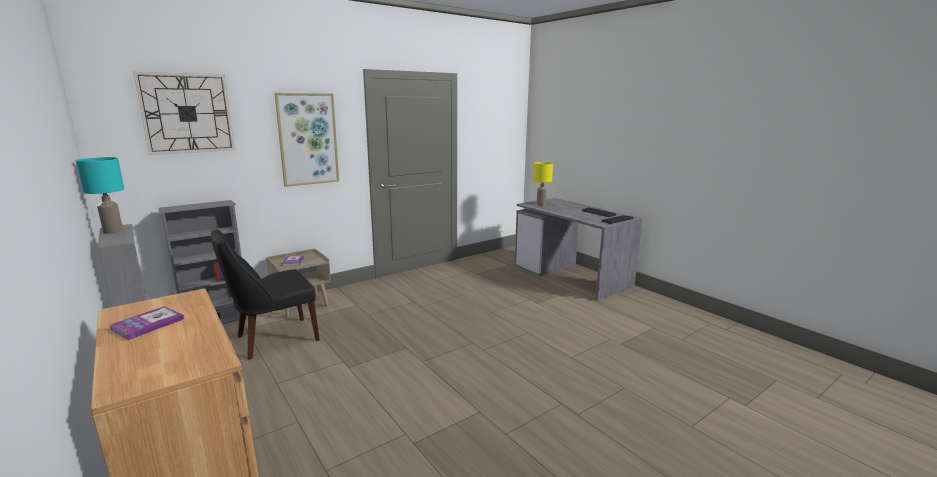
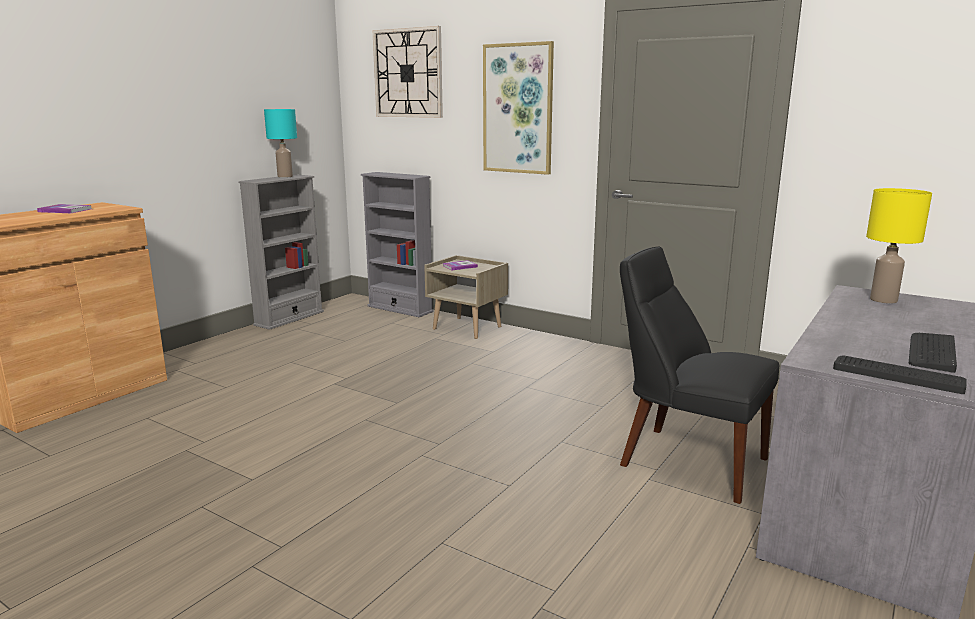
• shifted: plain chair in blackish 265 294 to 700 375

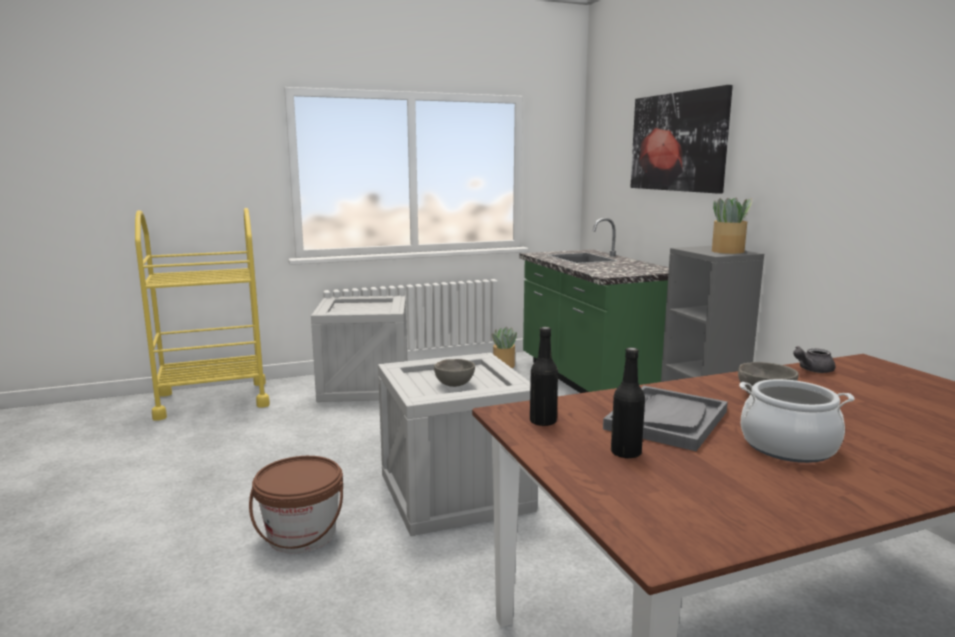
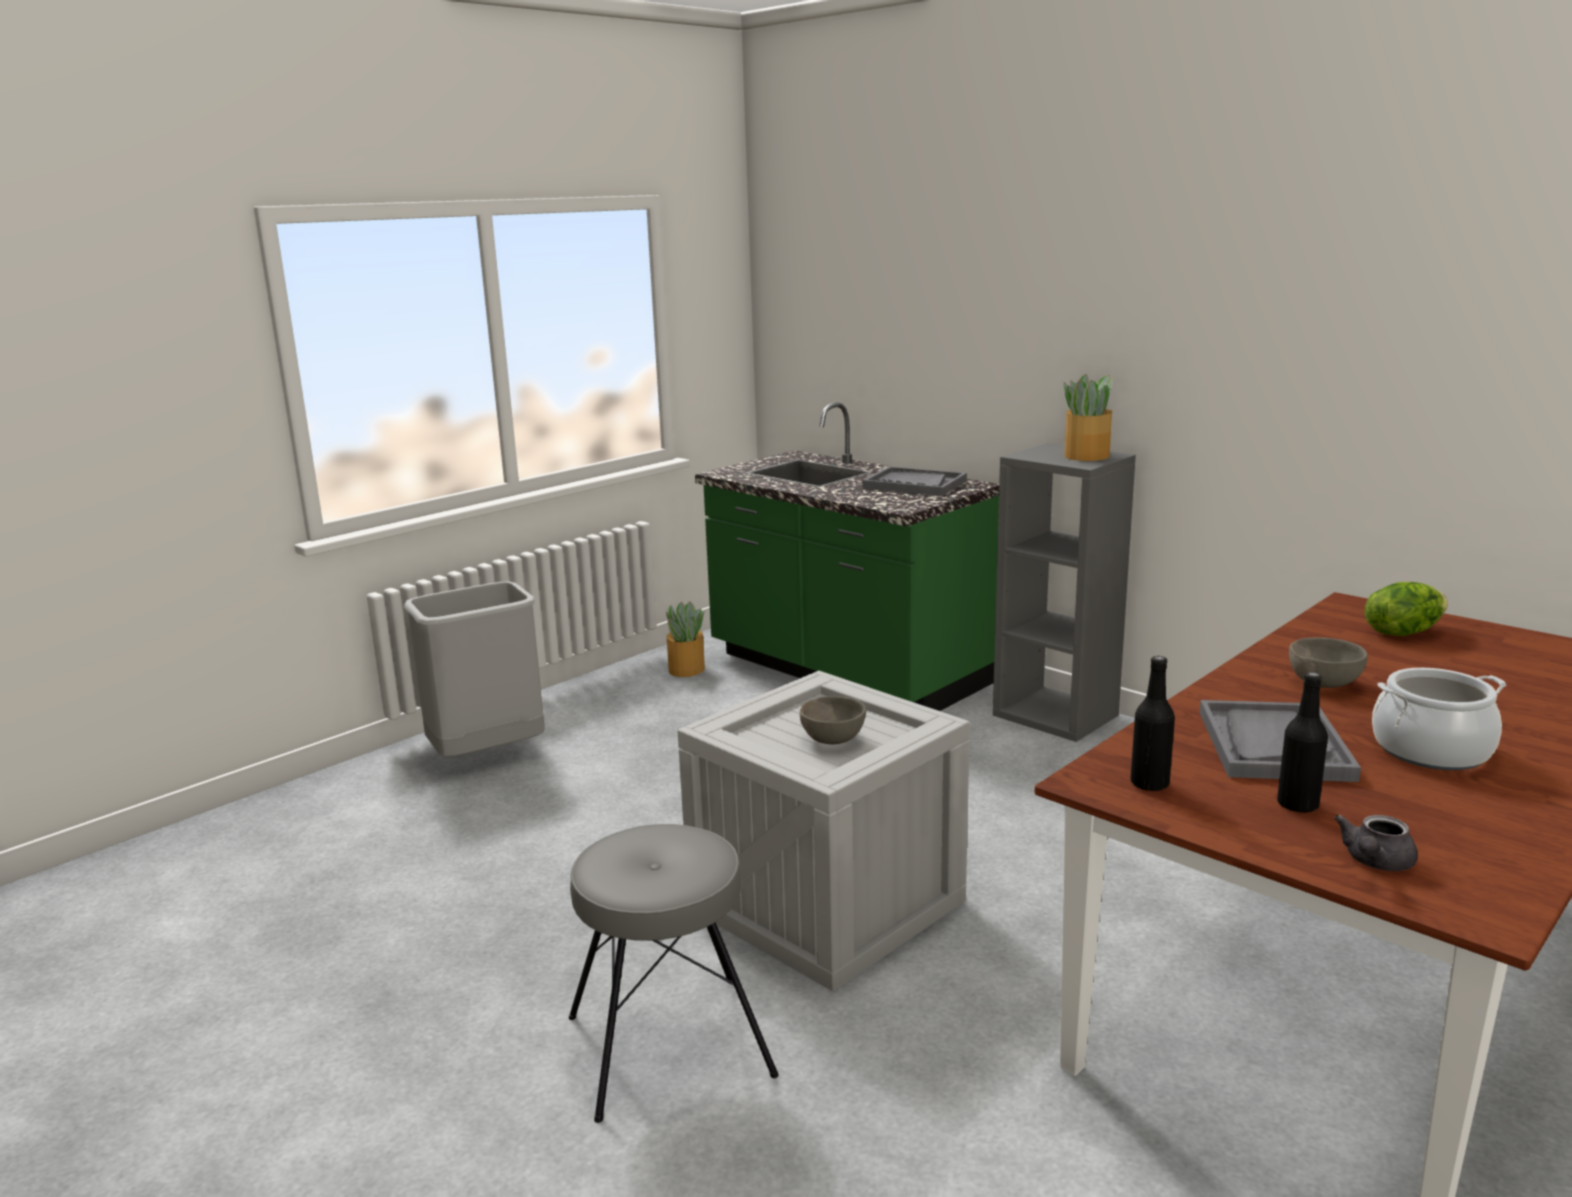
• gone: cart in yellow-coloured 202 314
• swapped: pail in brown 296 504 to stool seat in greyish 674 973
• swapped: shipping crate 359 349 to rubbish bin in greyish 474 669
• gone: wall picture 681 139
• shifted: tea pot in greyish 814 359 to 1376 842
• new: serving tray in greyish 914 481
• new: lettuce 1406 609

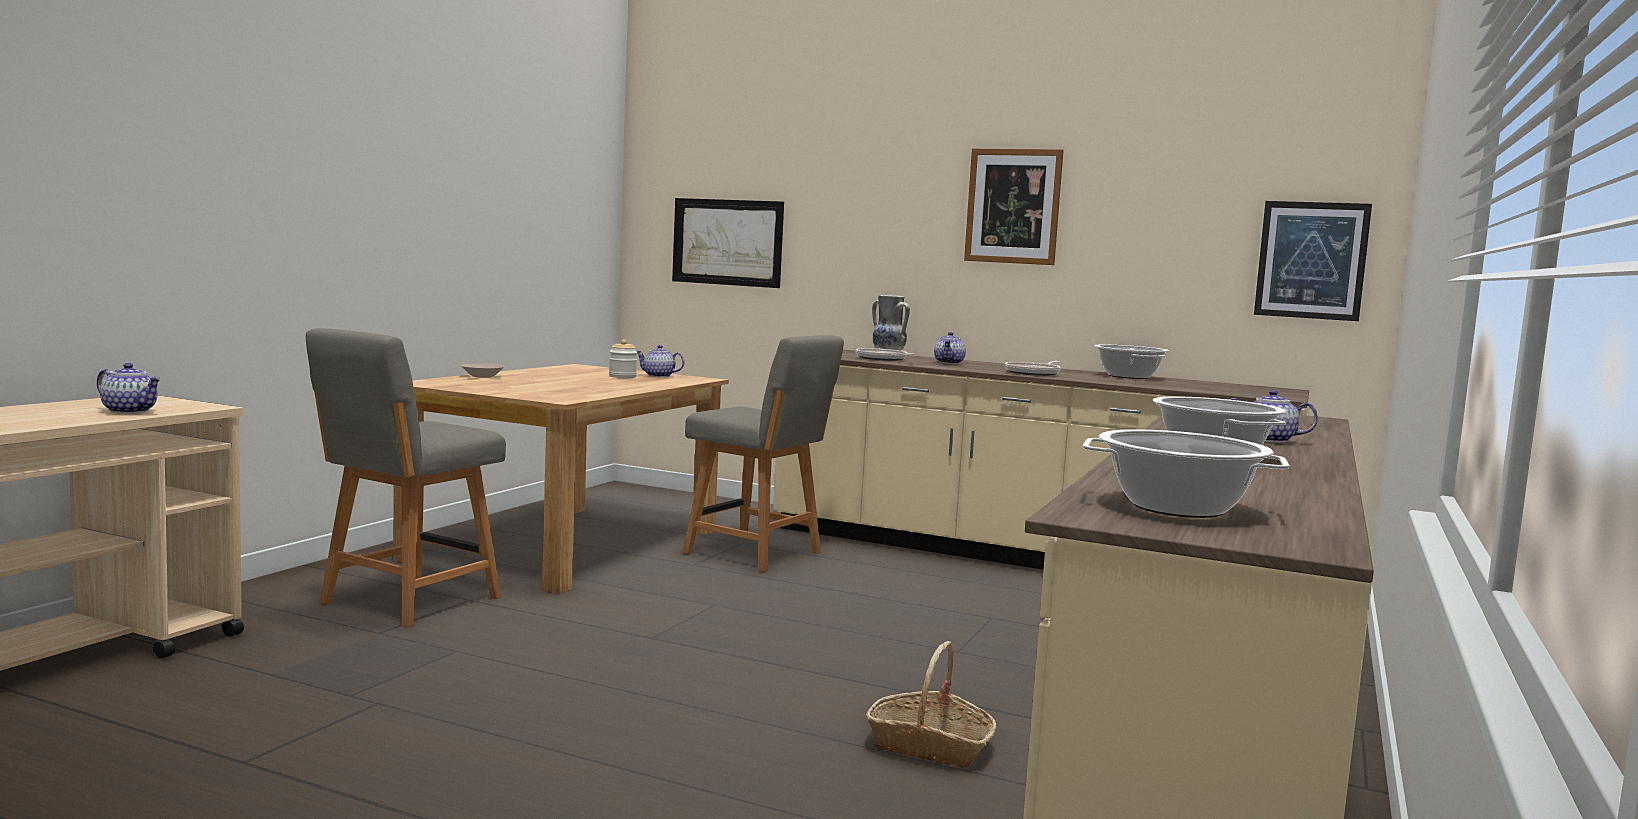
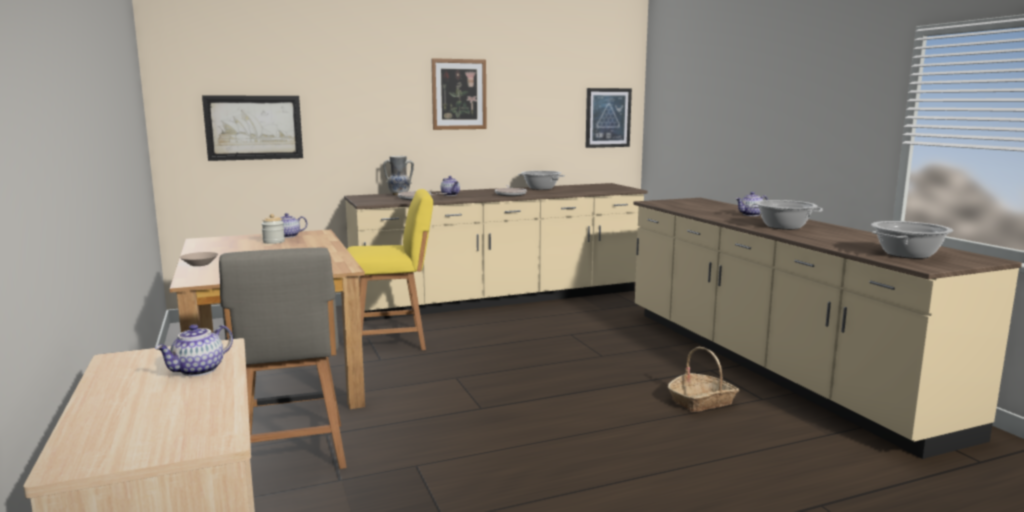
• rotated: tea pot 129 388 = 194 350 150 degrees clockwise
• repainted: plain chair in greyish 763 453 to plain chair in yellow-coloured 390 269

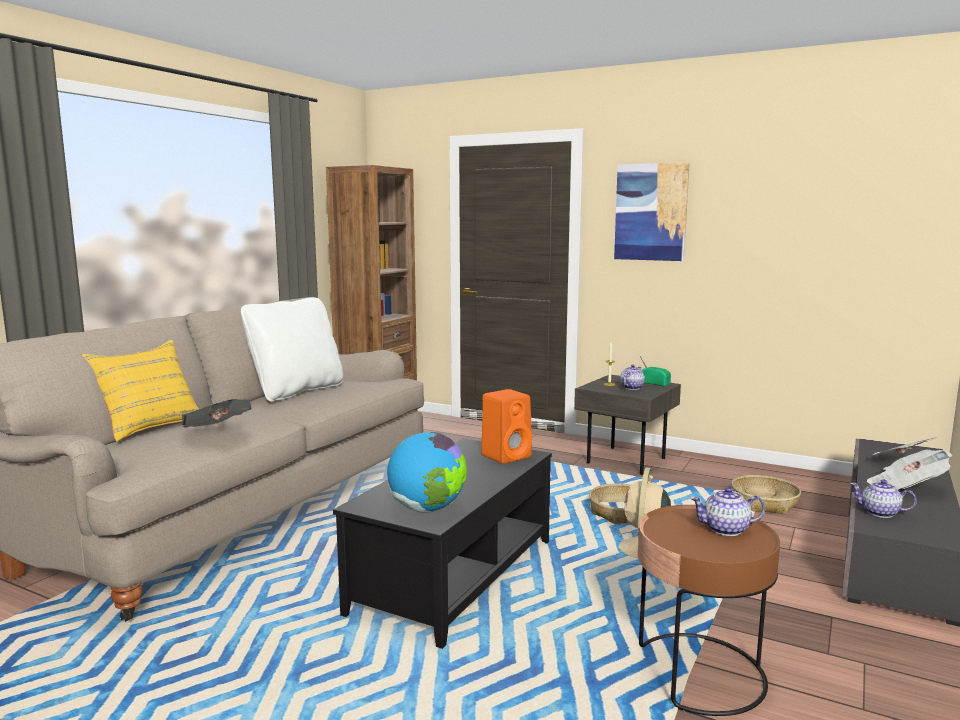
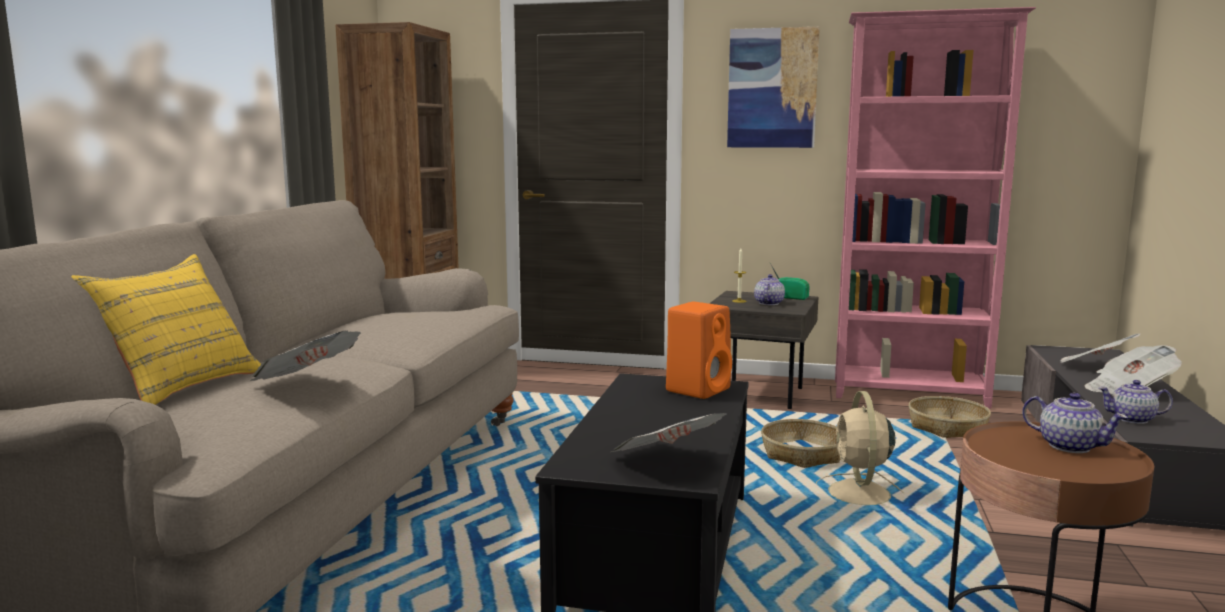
• gone: cushion in white 292 349
• swapped: world globe 427 472 to newspaper 669 432
• rotated: tea pot 727 511 = 1075 423 120 degrees counterclockwise
• new: shelving unit in pink 935 207

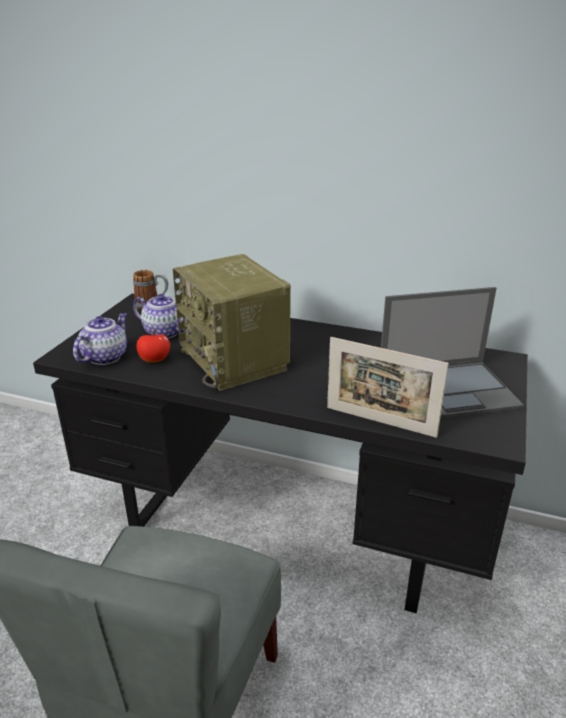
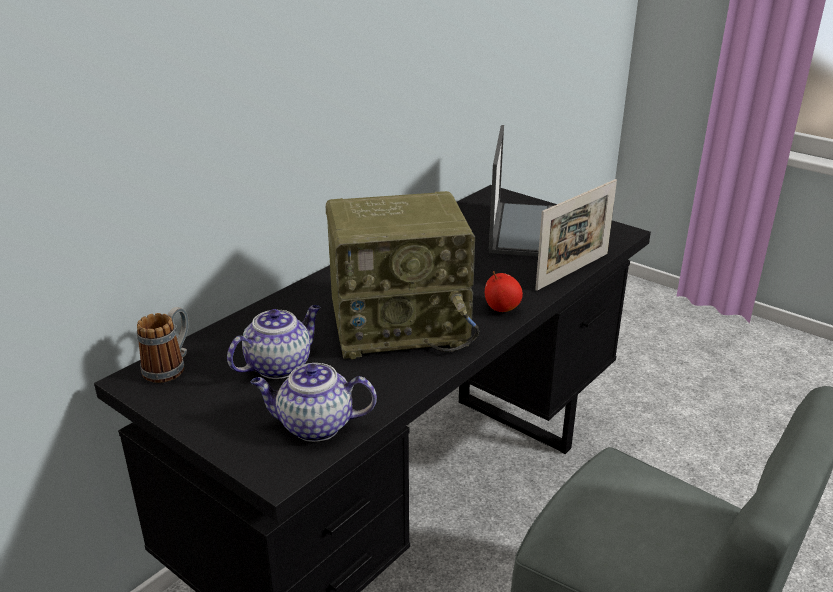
• rotated: tea pot 100 339 = 314 402 45 degrees counterclockwise
• shifted: whole apple 153 345 to 504 291

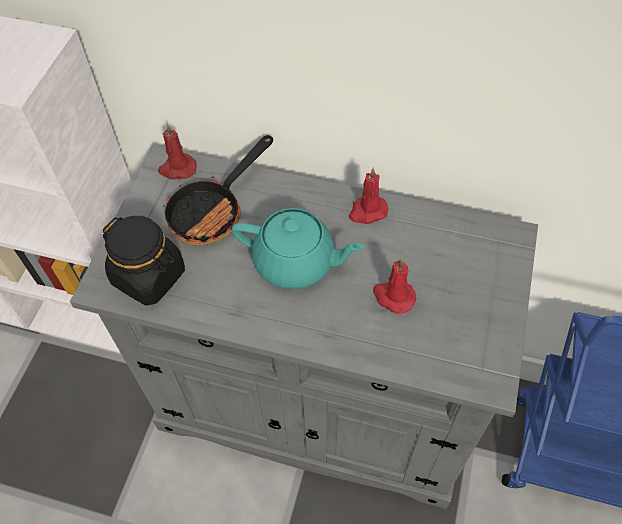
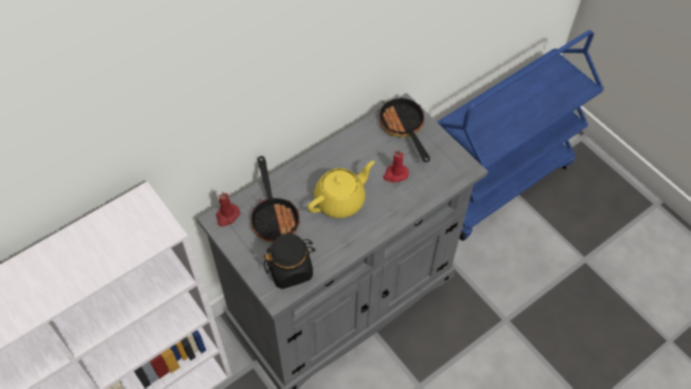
• repainted: tea pot in turquoise 298 248 to tea pot in yellow-coloured 341 189
• gone: wax light in red-coloured 368 196
• new: frying pan 404 130

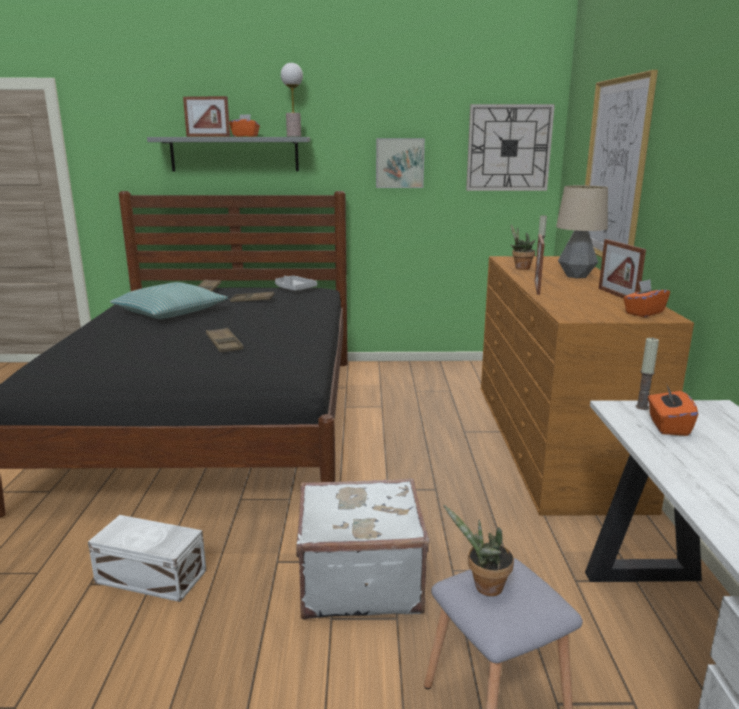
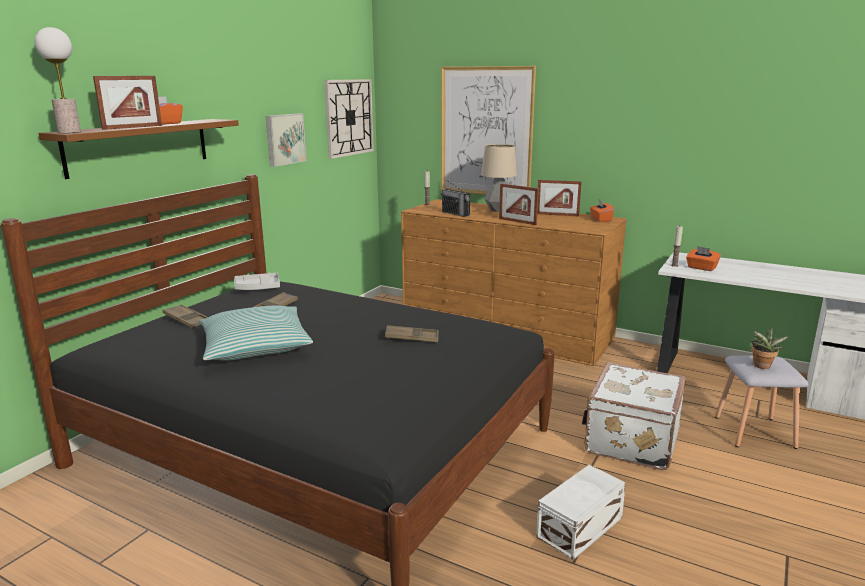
• repainted: bracket shelf in greyish 228 154 to bracket shelf in brown 139 149
• shifted: tabletop lamp 292 100 to 57 80
• swapped: houseplant 522 247 to radio set 455 198

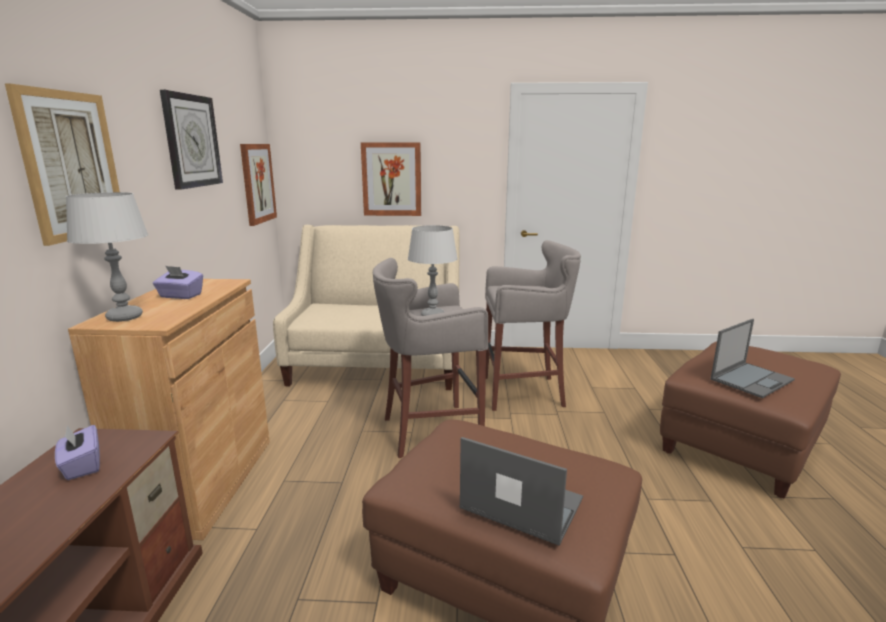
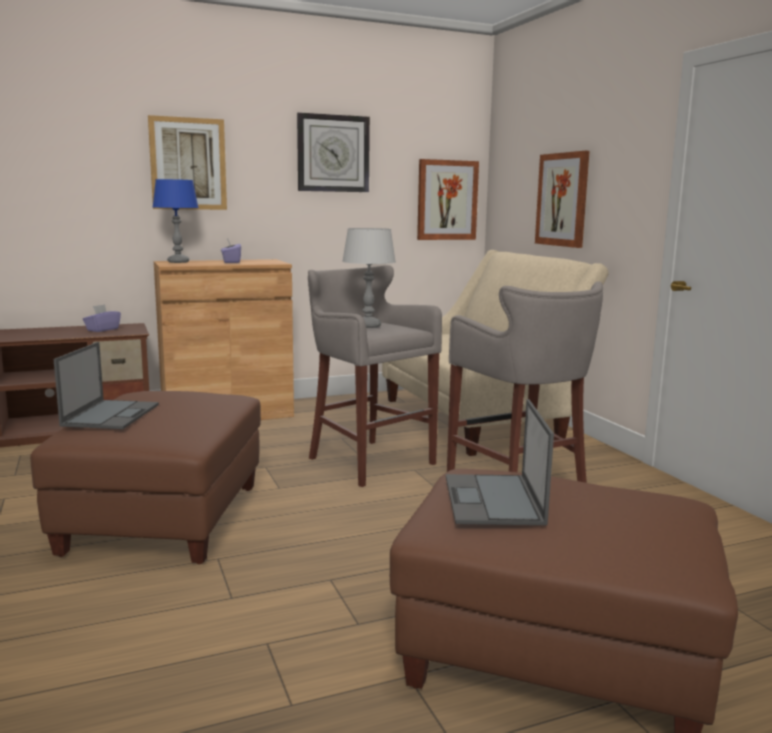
• repainted: tabletop lamp in greyish 107 257 to tabletop lamp in blue 176 221
• rotated: notebook computer 753 358 = 500 462 60 degrees clockwise

